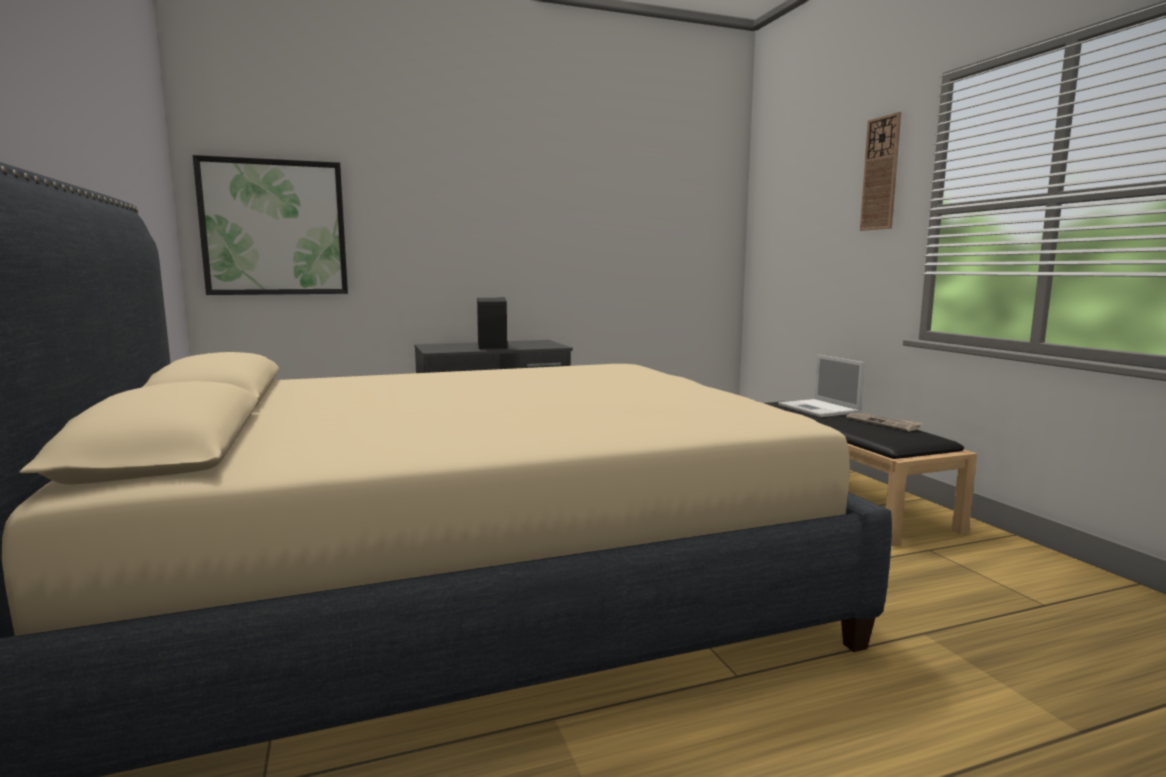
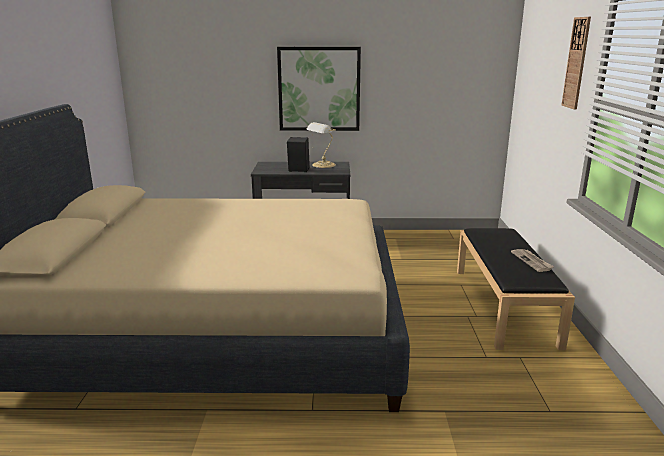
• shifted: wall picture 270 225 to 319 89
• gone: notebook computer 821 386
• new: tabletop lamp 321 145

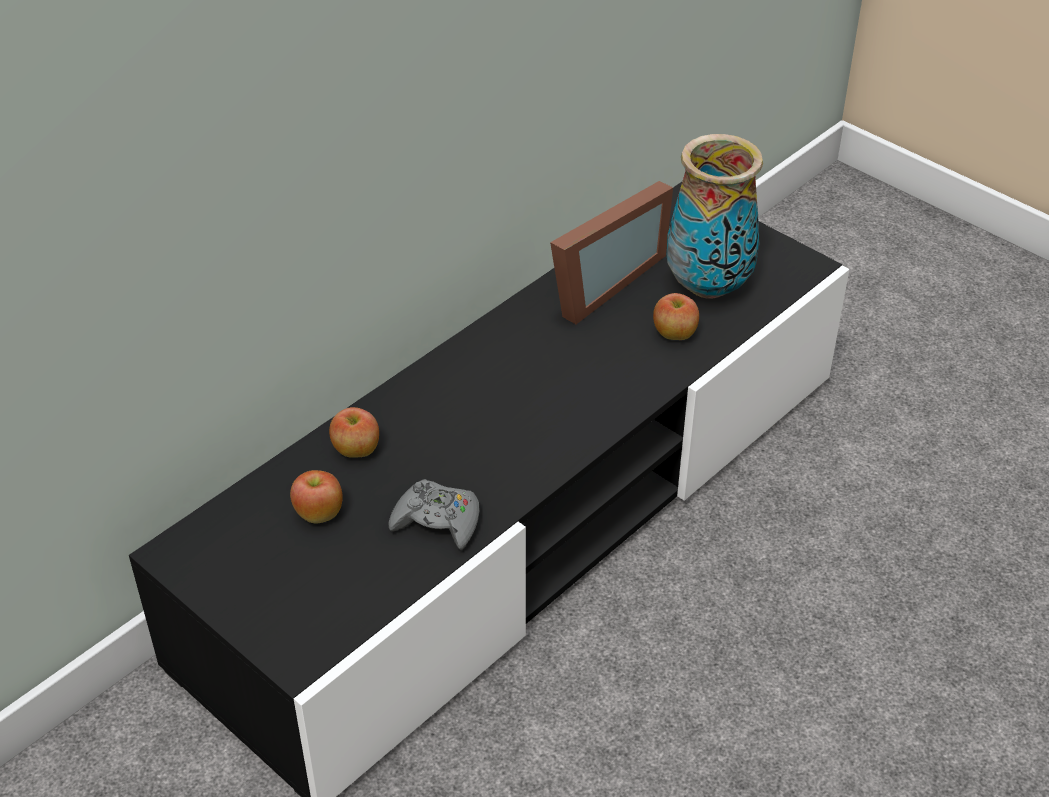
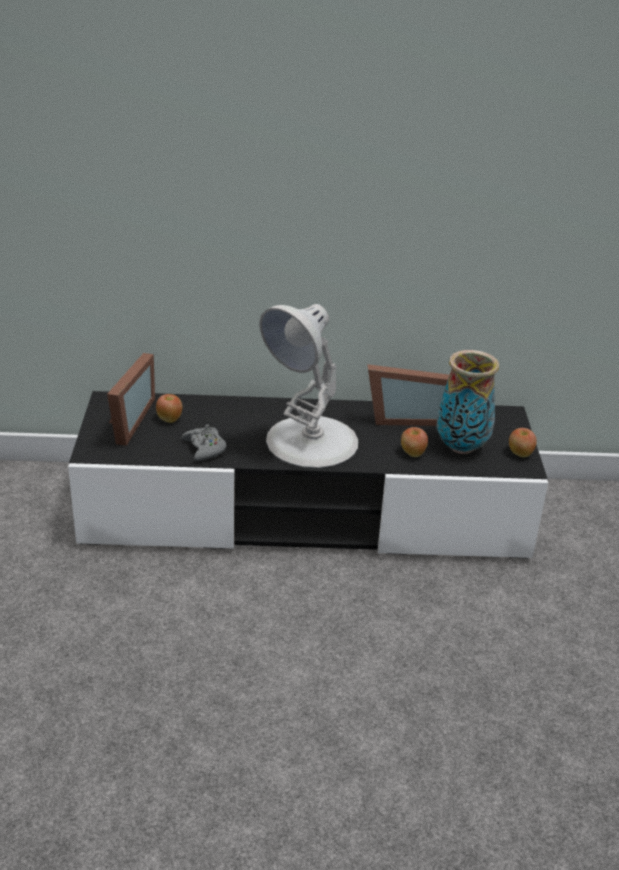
• shifted: whole apple 354 432 to 523 443
• new: picture frame 131 399
• new: tabletop lamp in white 308 386

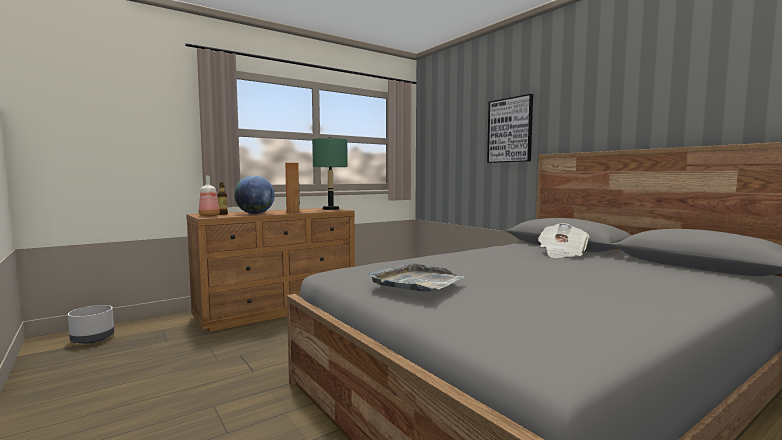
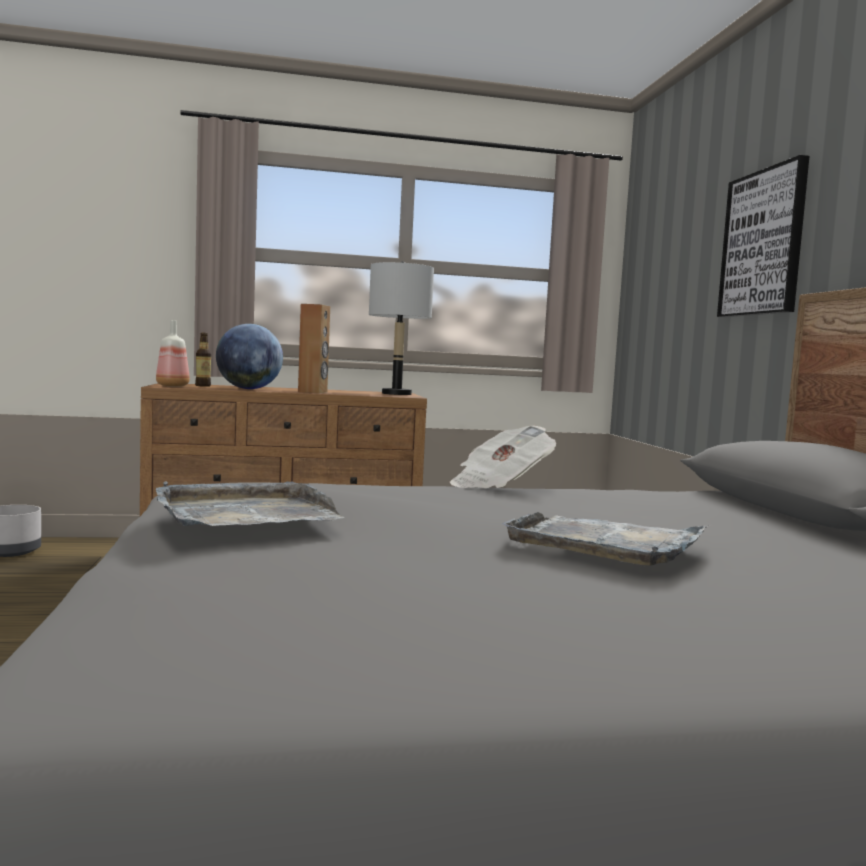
• repainted: tabletop lamp in greenish 330 173 to tabletop lamp in greyish 401 328
• shifted: newspaper 564 240 to 503 457
• new: serving tray in greyish 605 539

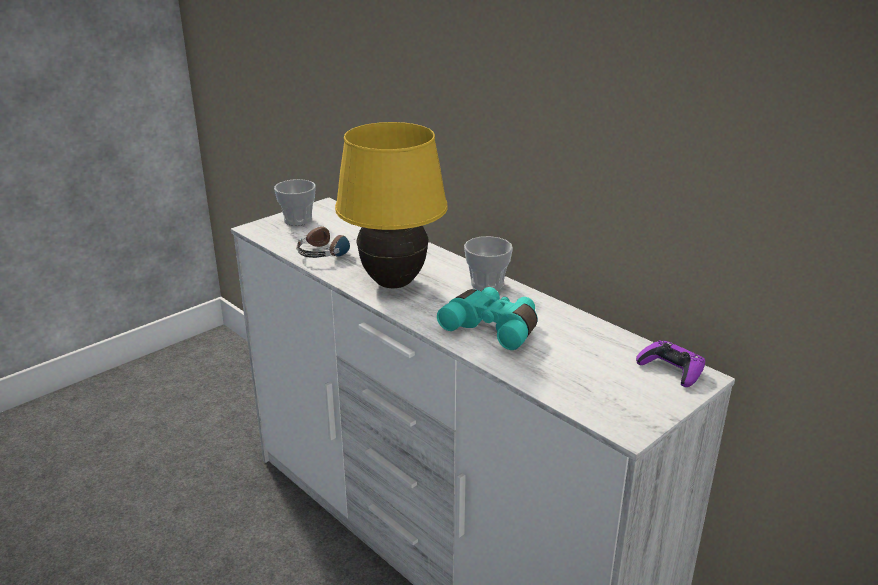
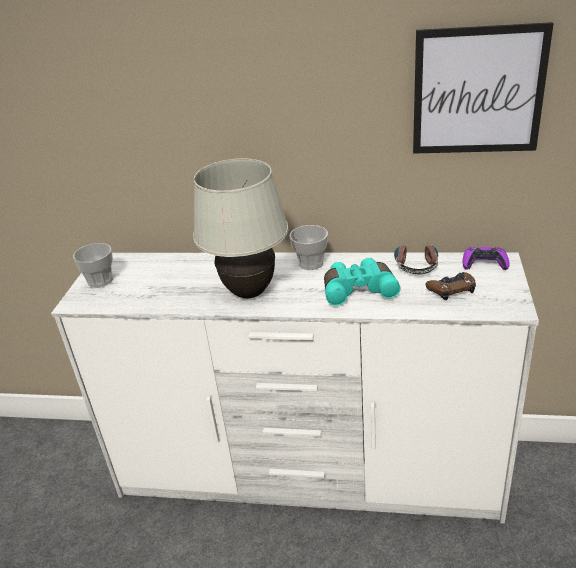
• shifted: pair of headphones 325 242 to 416 257
• repainted: tabletop lamp in yellow-coloured 391 205 to tabletop lamp in white 241 228
• new: wall picture 483 88
• new: gamepad in brown 451 286

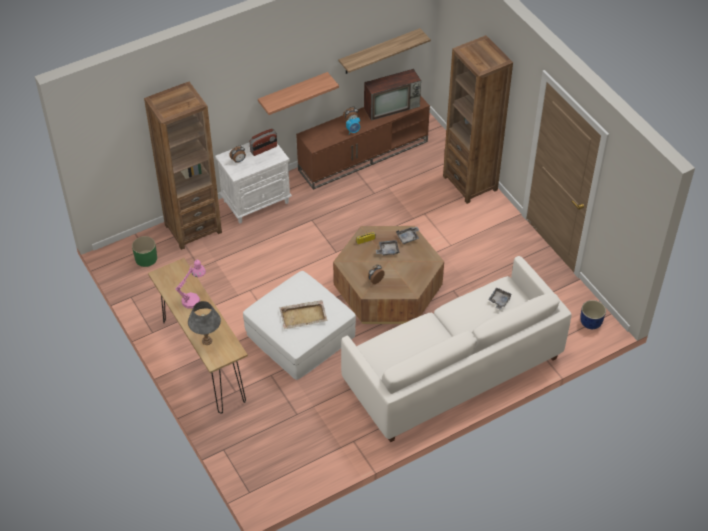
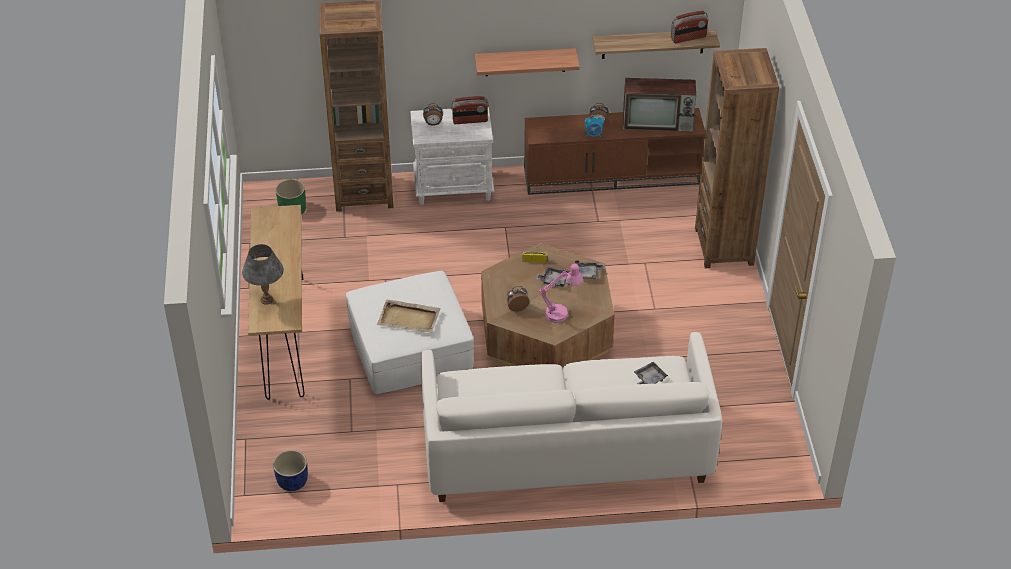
• shifted: tabletop lamp in pink 190 284 to 561 293
• shifted: plant pot in blue 593 314 to 290 470
• new: radio set 689 27

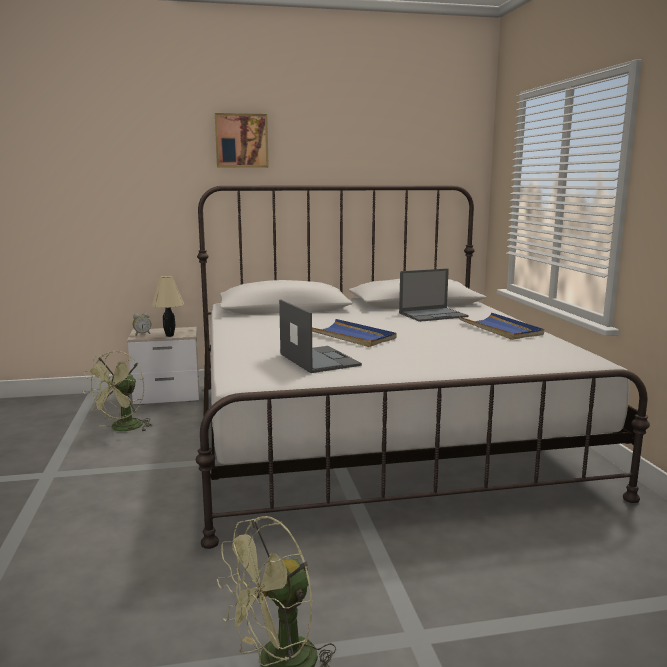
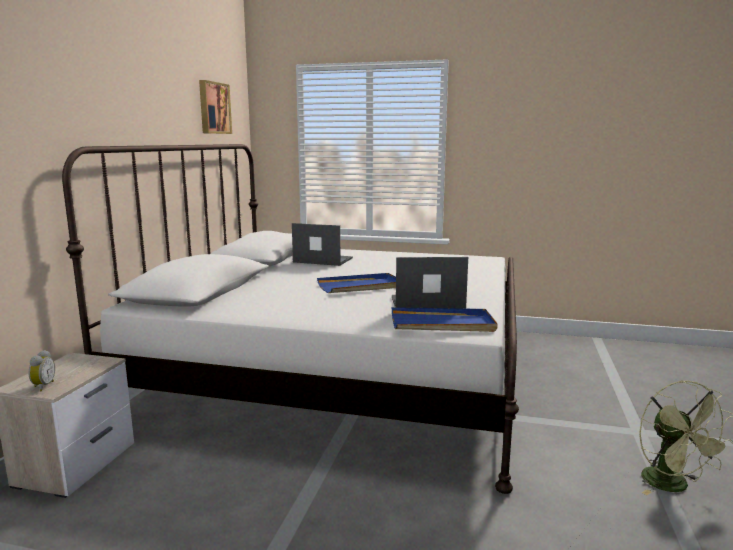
• gone: cooling fan in greenish 118 391
• gone: tabletop lamp in beige-coloured 168 306
• shifted: wall picture 242 140 to 215 107
• rotated: notebook computer 433 295 = 322 244 75 degrees counterclockwise
• shifted: serving tray in blue 501 326 to 445 319

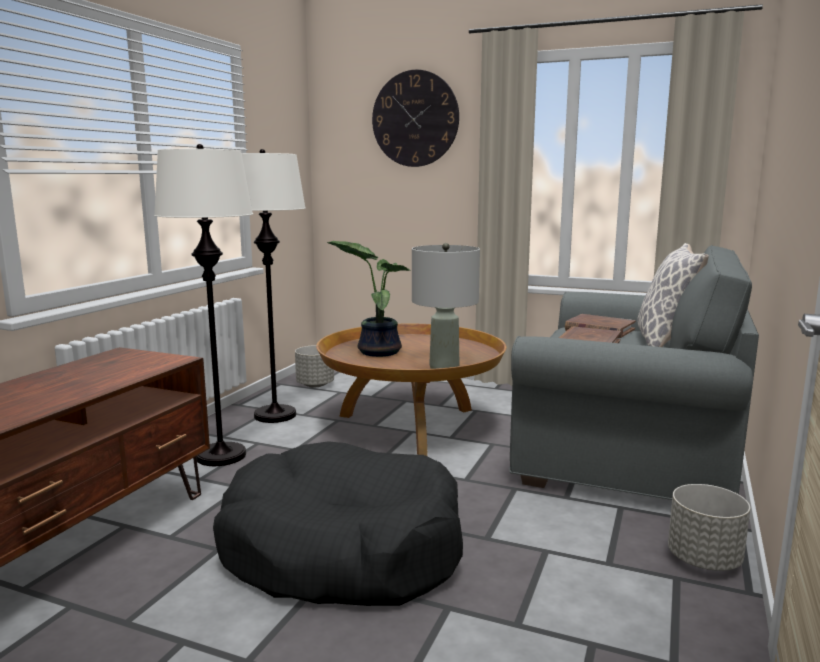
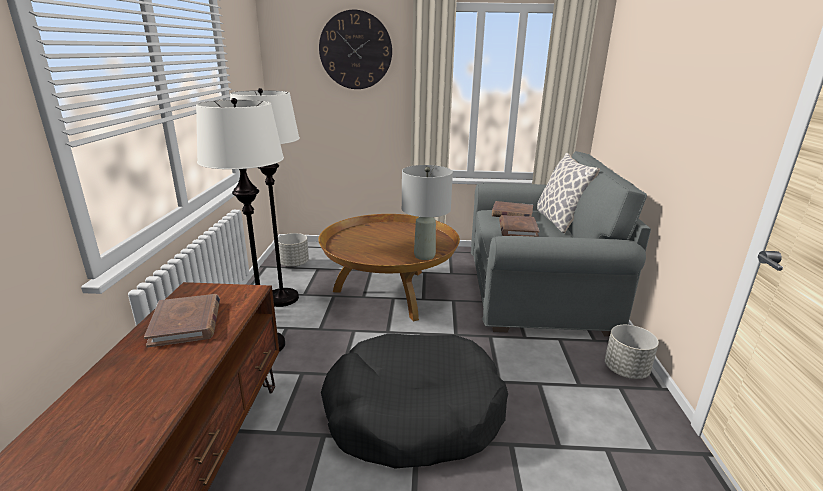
• gone: houseplant 369 299
• new: book in brown 182 320

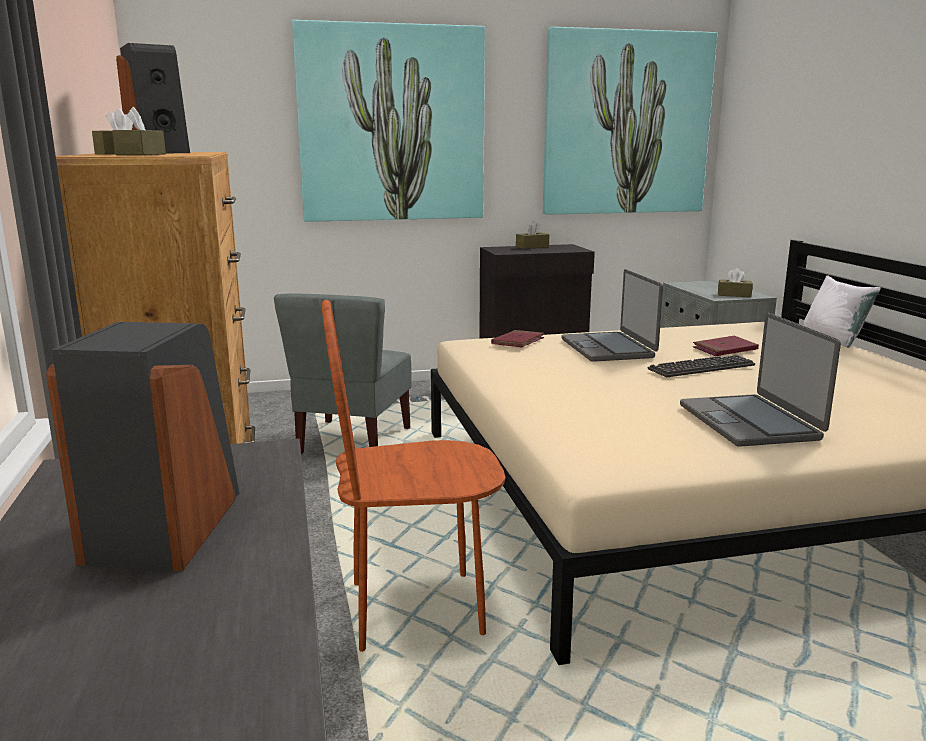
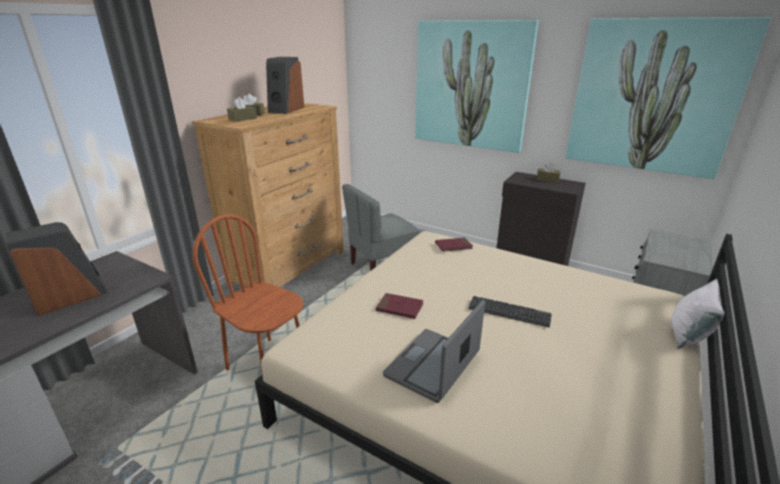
• gone: notebook computer 612 315
• shifted: book in red-coloured 726 346 to 400 306
• gone: box of tissues in brown 735 282

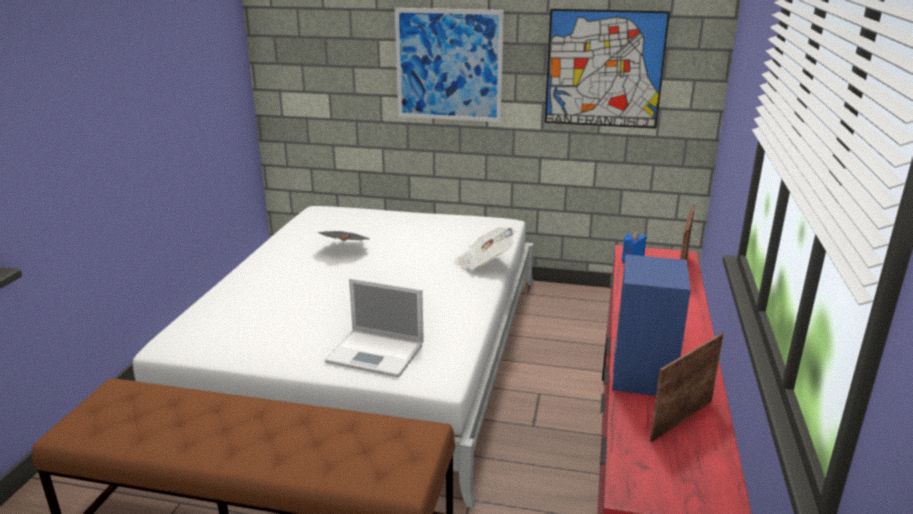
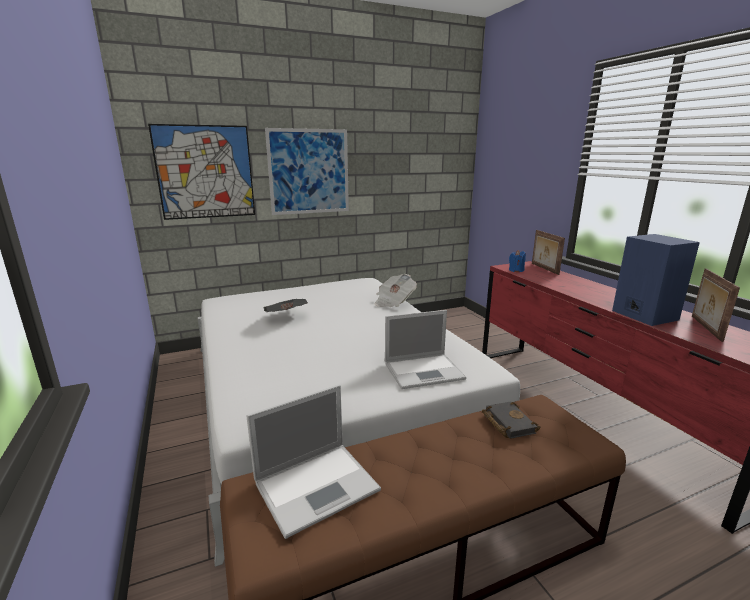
• shifted: wall picture 607 69 to 201 172
• new: notebook computer 313 462
• new: book in blackish 511 420

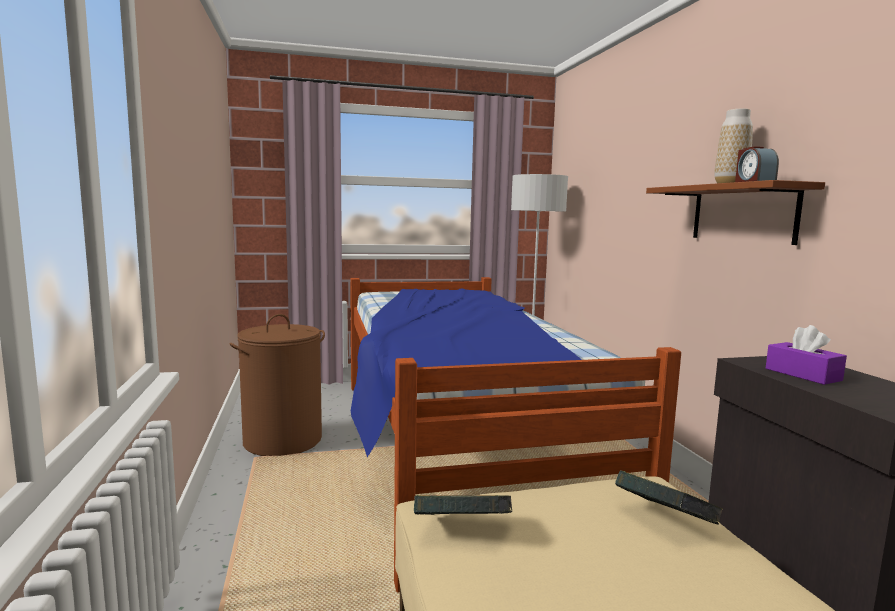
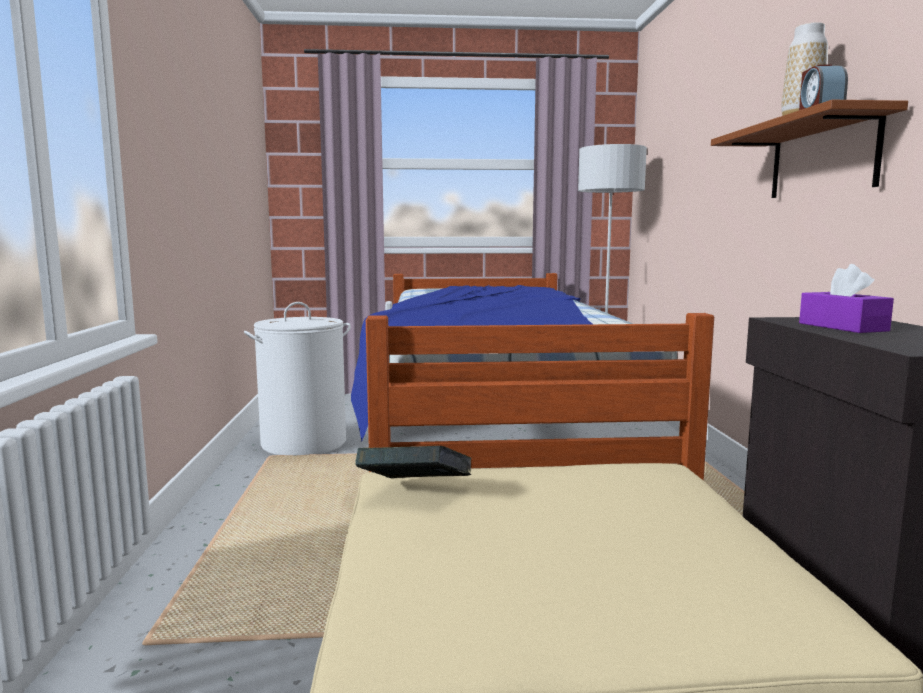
• repainted: hamper in brown 277 385 to hamper in white 297 378
• gone: book 669 497

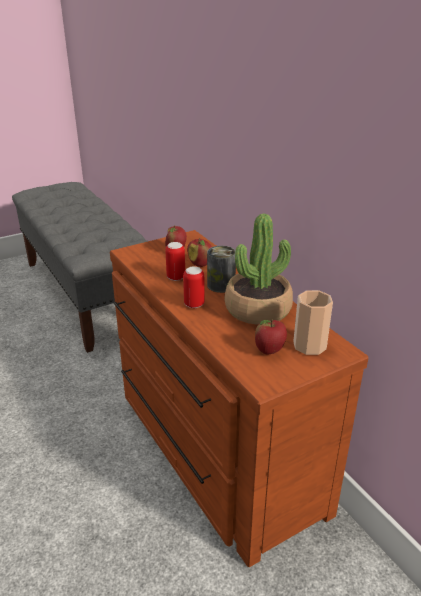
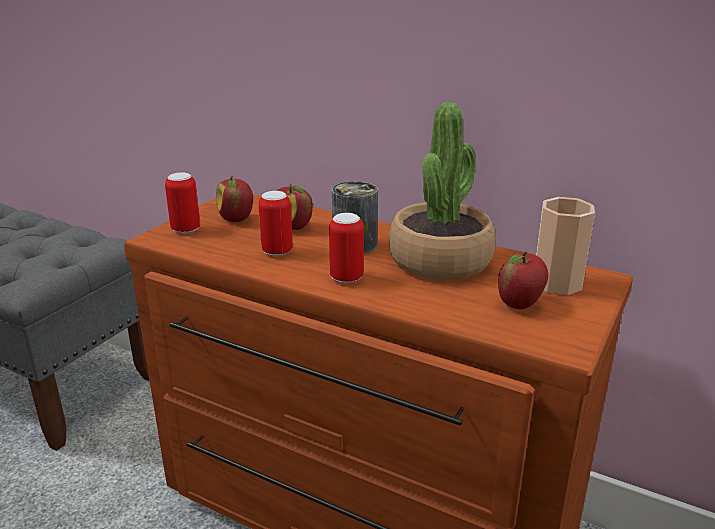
• new: can 182 203

